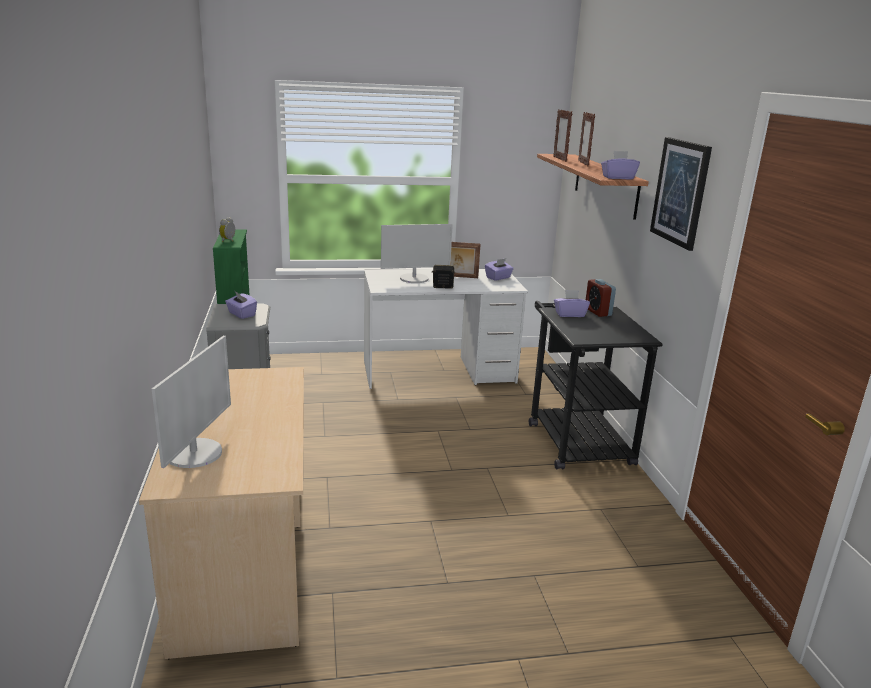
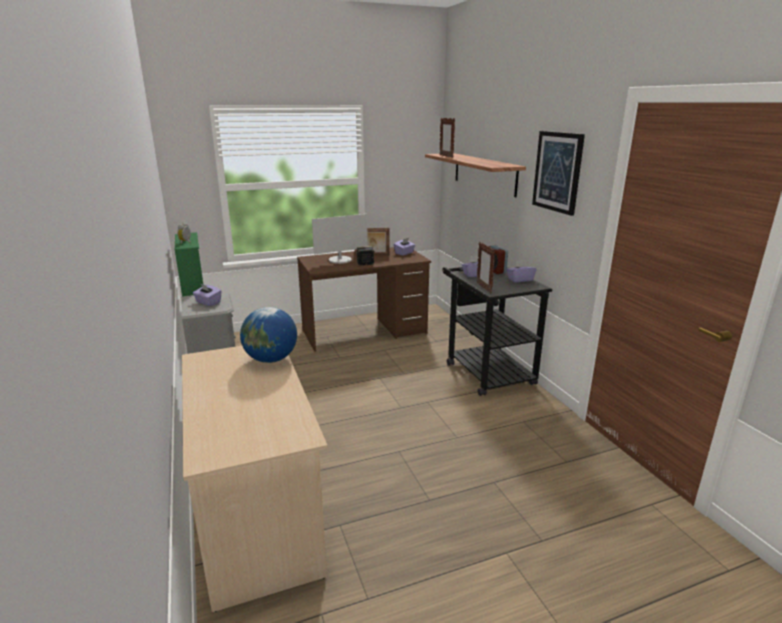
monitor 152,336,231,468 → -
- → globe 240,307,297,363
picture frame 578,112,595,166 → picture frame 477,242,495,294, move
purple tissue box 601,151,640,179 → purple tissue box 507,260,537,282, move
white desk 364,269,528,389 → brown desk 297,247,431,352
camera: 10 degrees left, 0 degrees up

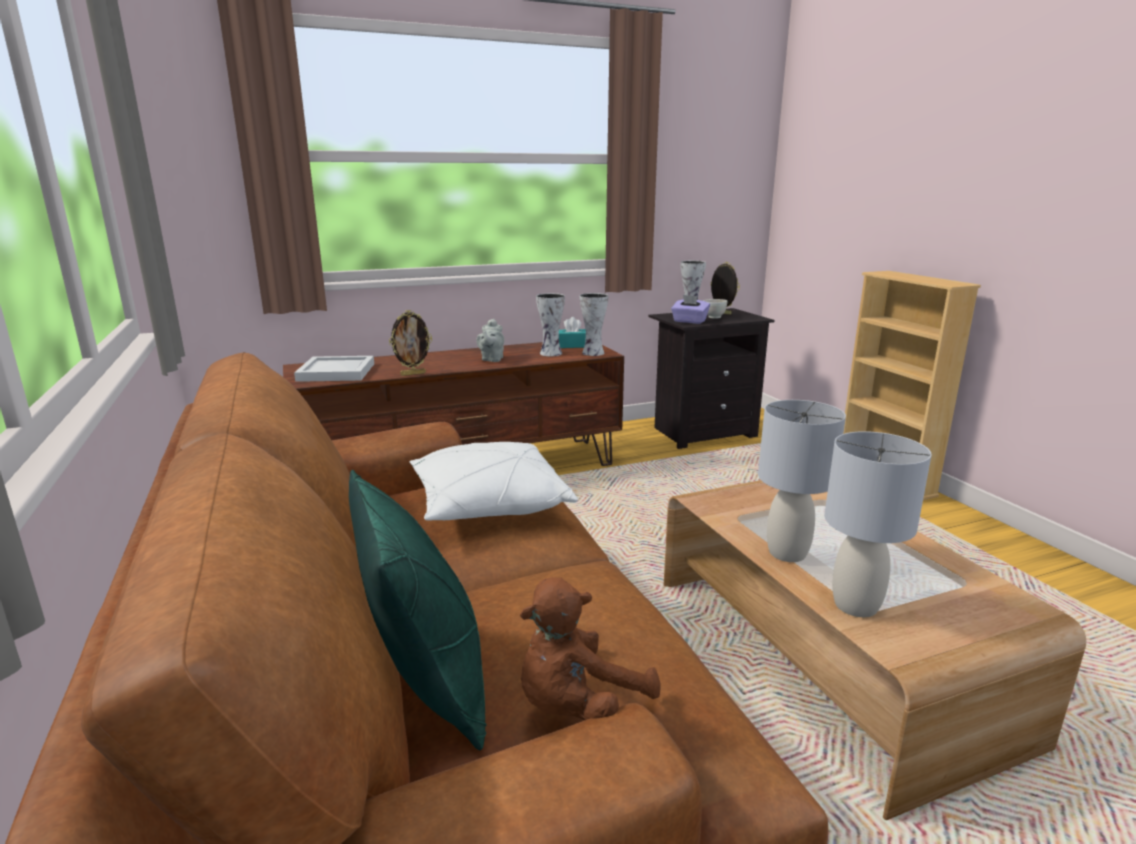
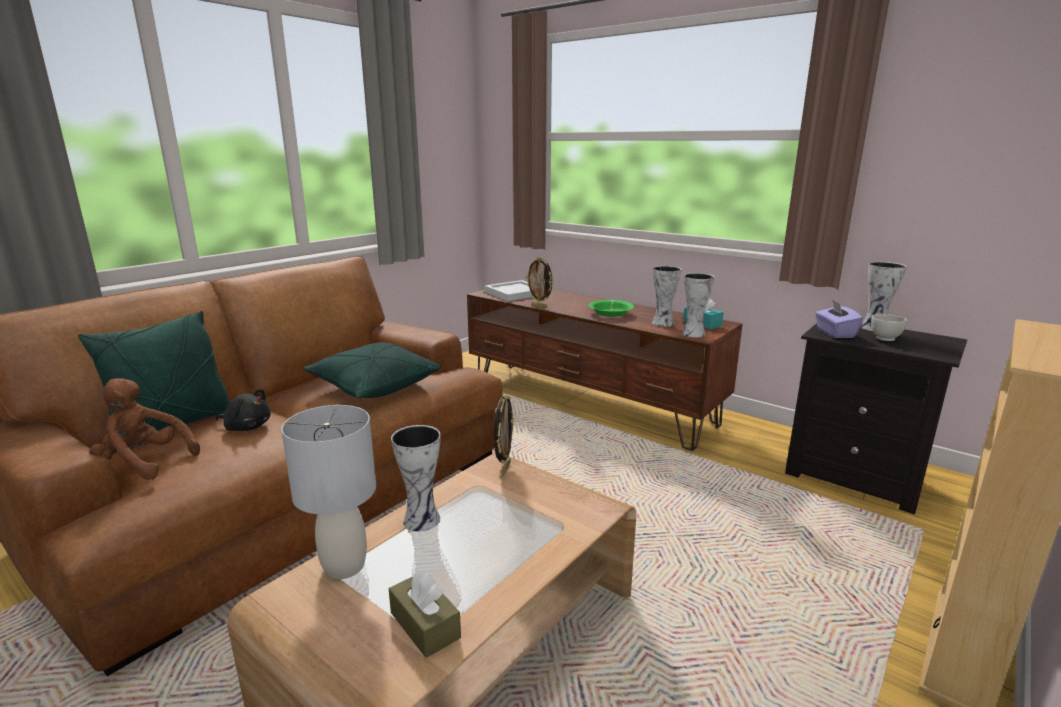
- → black plush toy 216,389,271,431
- → brown tissue box 389,570,461,658
picture frame 711,262,740,315 → picture frame 494,393,514,477, move
grey teapot 476,319,504,362 → green bowl 589,300,634,317
grey table lamp 758,400,846,562 → vase 391,425,441,532
white pillow 409,442,578,521 → green pillow 303,342,441,398
camera: 60 degrees right, 0 degrees up

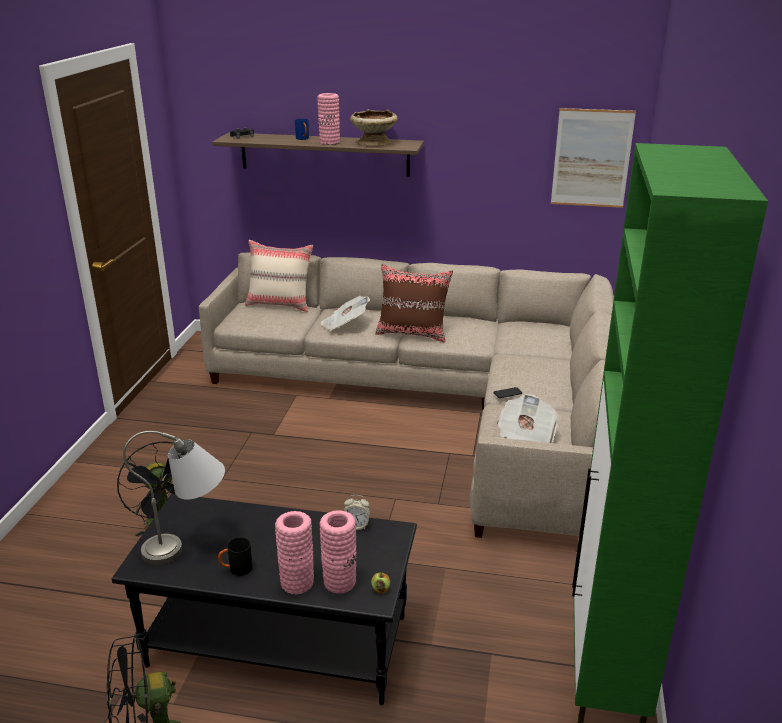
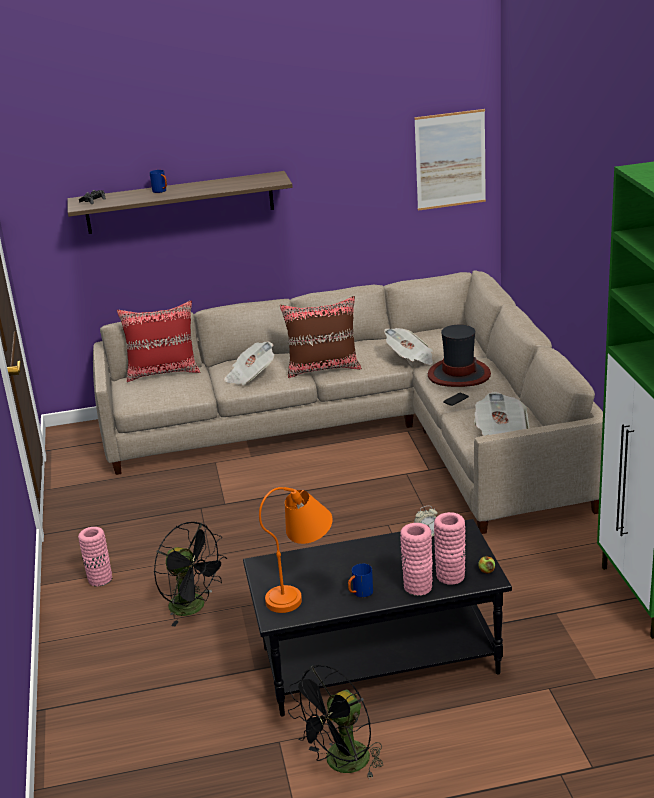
beige bowl 350,109,398,146 → -
- → newspaper 384,328,433,365
- → hat 428,325,491,387
pink vase 317,93,340,145 → pink vase 78,527,112,587, move
grey table lamp 123,431,225,565 → orange table lamp 259,487,333,613
black mug 218,537,252,576 → blue mug 348,564,373,598
beige pillow 245,240,313,312 → red pillow 117,301,200,382
camera: 20 degrees left, 0 degrees up

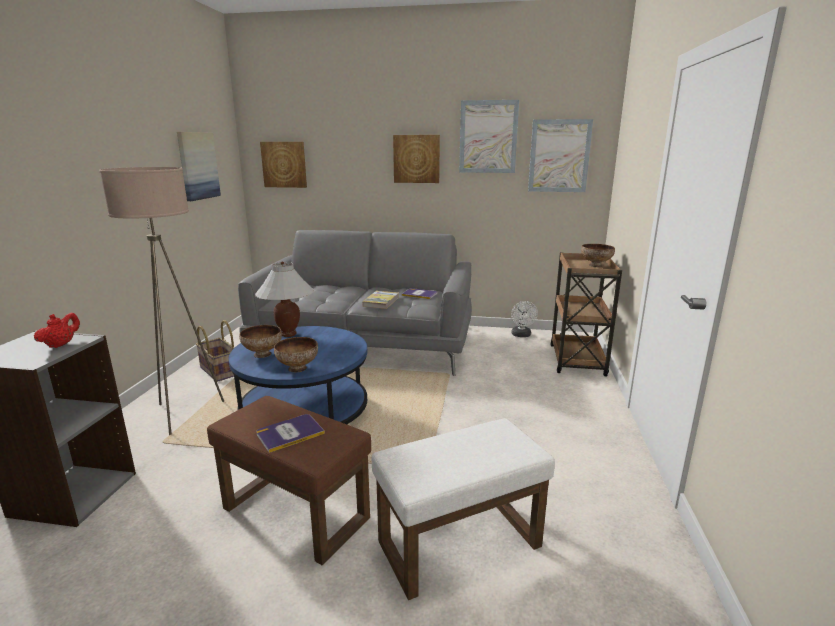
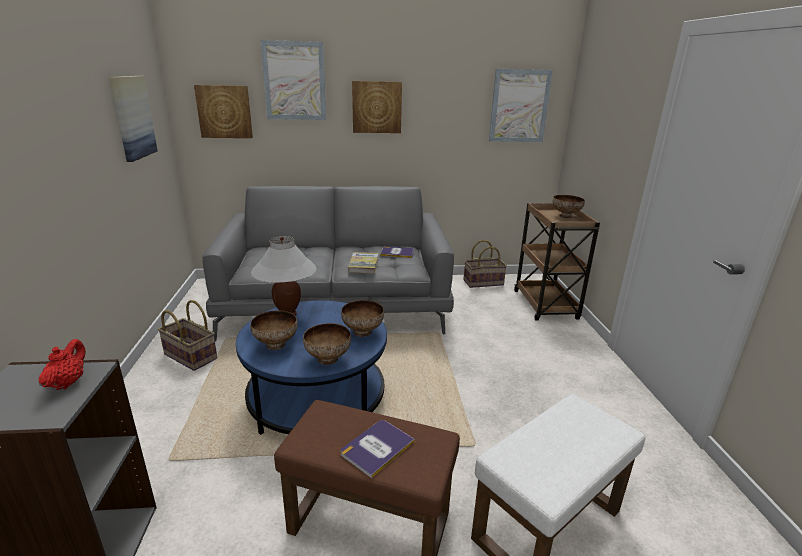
beige floor lamp 99,167,224,435 → -
- → bowl 341,300,384,337
picture 459,100,519,173 → picture 260,40,326,120, move
white fan 511,301,538,337 → basket 463,240,507,288
camera: 15 degrees left, 5 degrees up

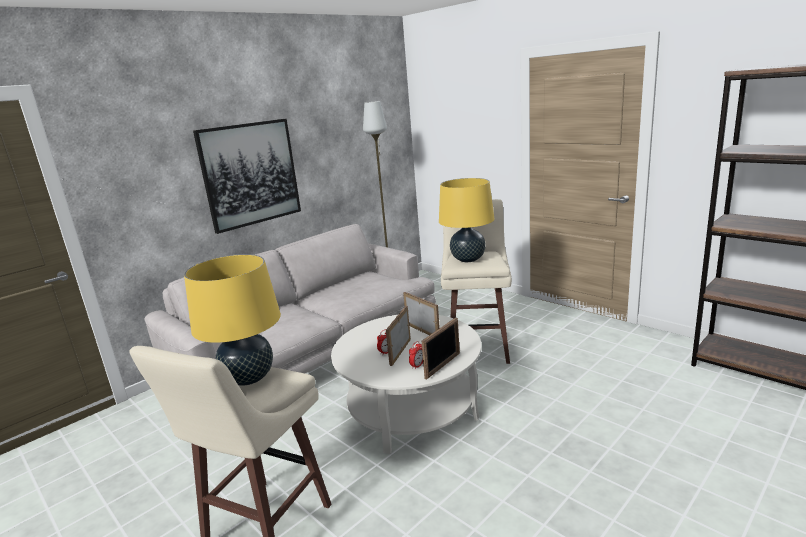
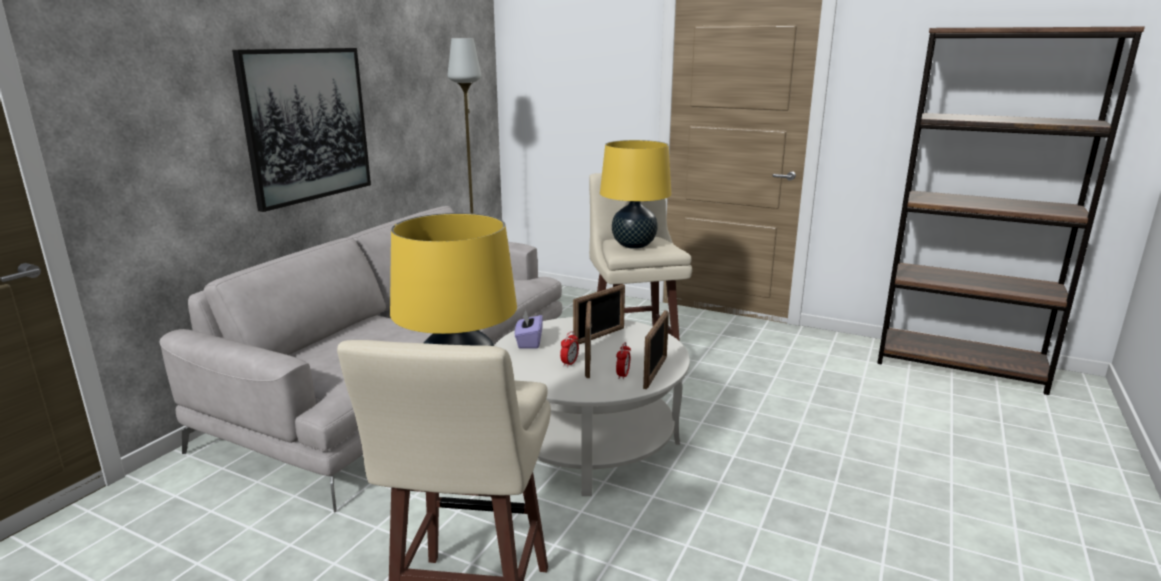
- → purple tissue box 515,310,543,349
picture frame 403,292,440,335 → picture frame 573,284,625,345, 105 degrees clockwise
camera: 20 degrees left, 0 degrees up

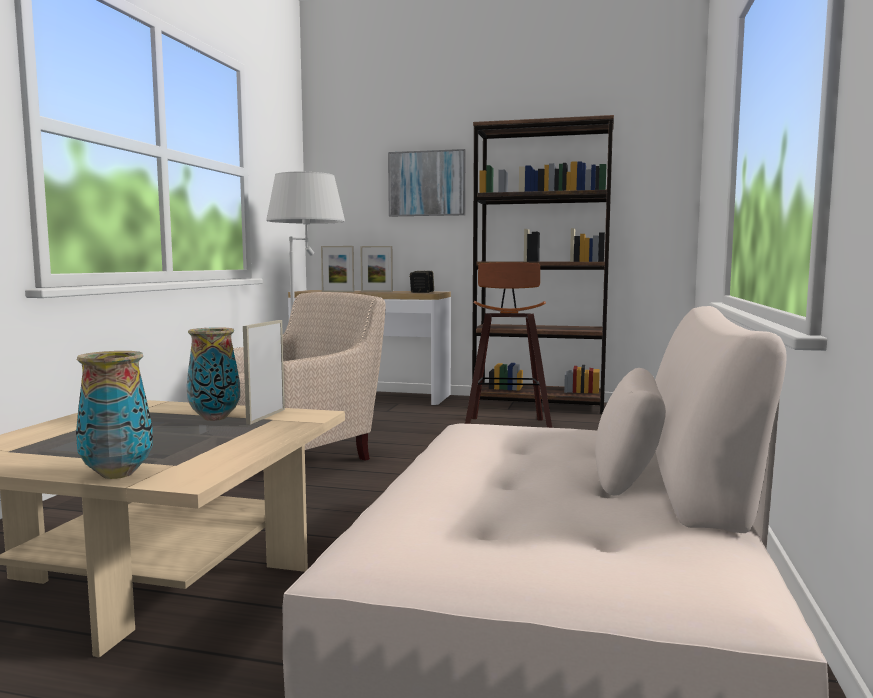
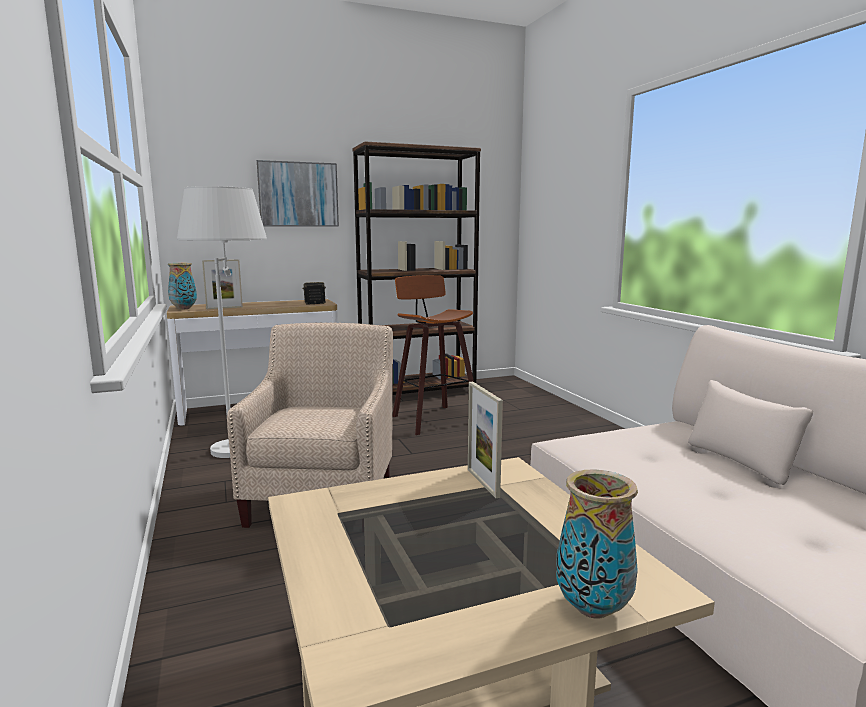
picture frame 360,246,393,292 → -
vase 186,327,240,421 → vase 168,263,197,310, move
camera: 35 degrees left, 5 degrees up

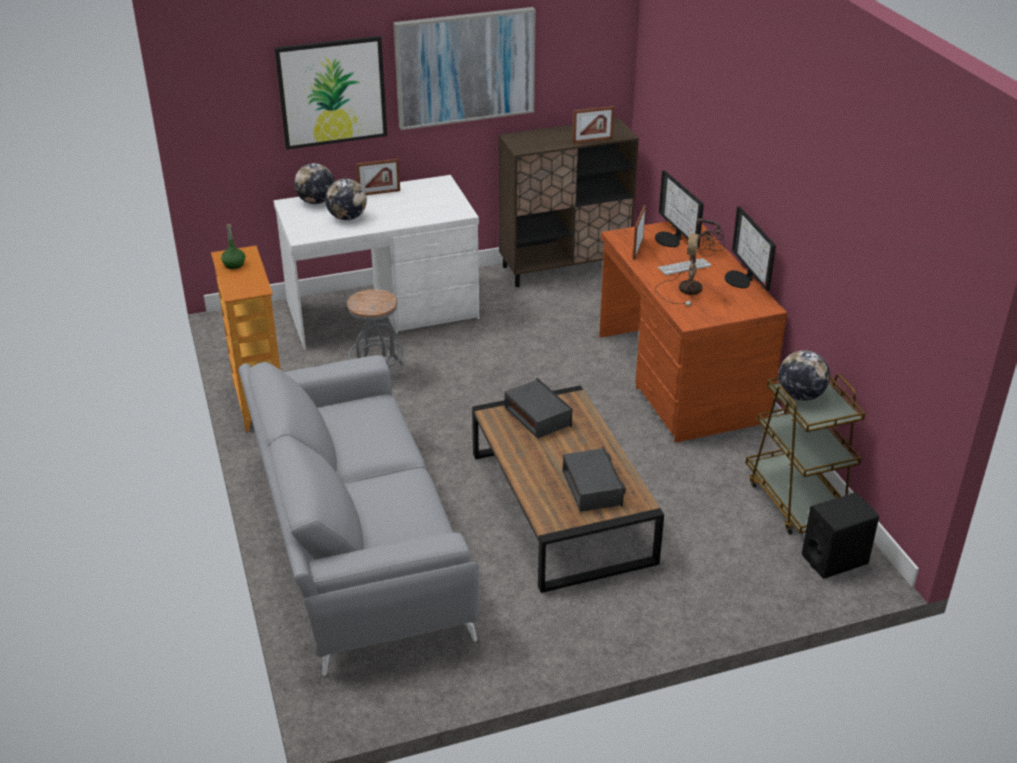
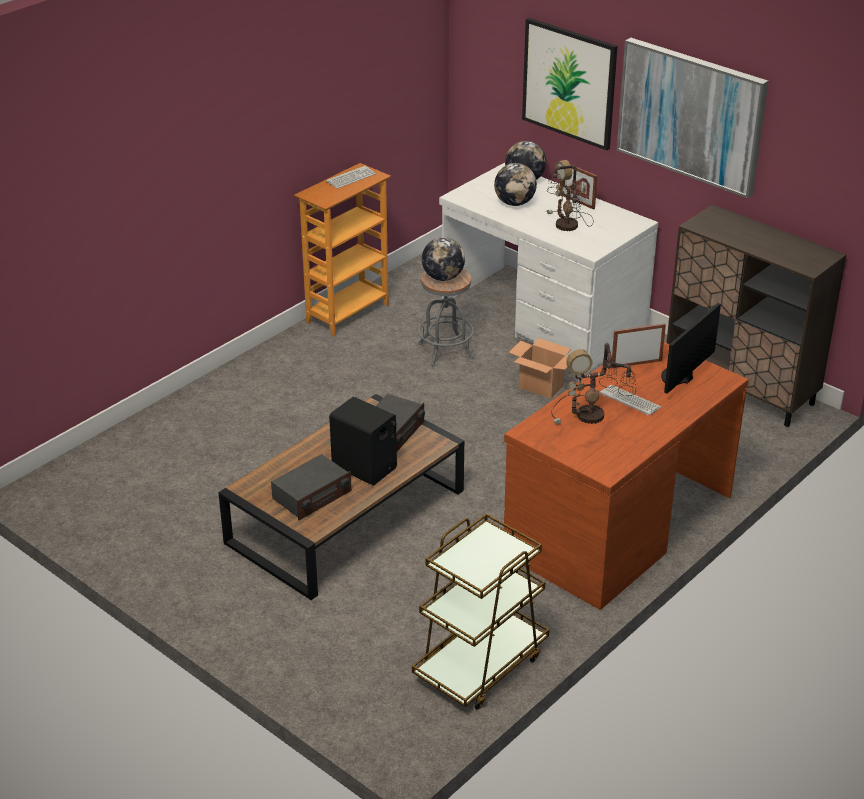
grey sofa 238,355,480,676 → -
picture frame 573,106,614,143 → -
monitor 725,206,776,291 → -
- → cardboard box 509,338,571,398
- → table lamp 546,160,594,231
globe 779,350,830,401 → globe 422,237,465,281, move
black speaker 802,492,879,579 → black speaker 329,397,397,486, move
green bottle 221,224,245,269 → keyboard 326,166,376,189
camera: 60 degrees right, 0 degrees up

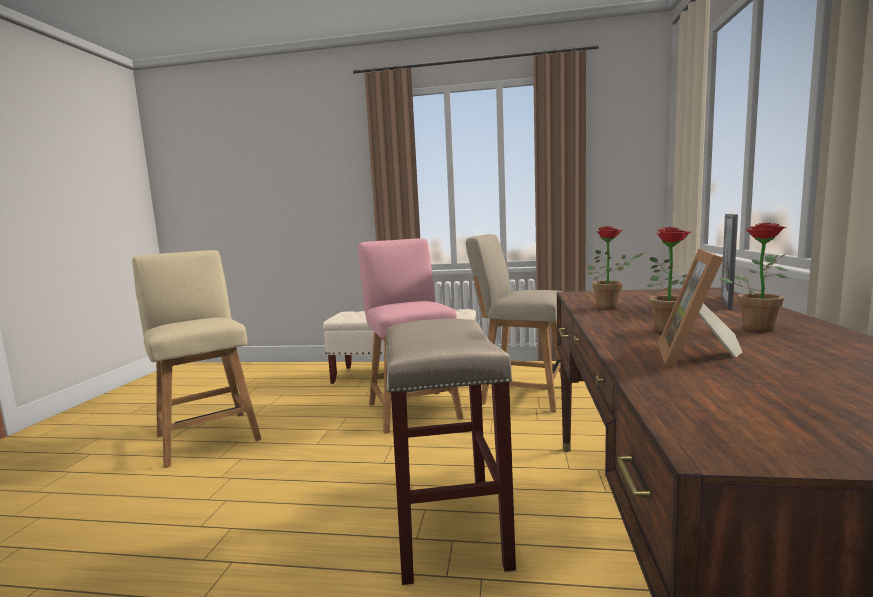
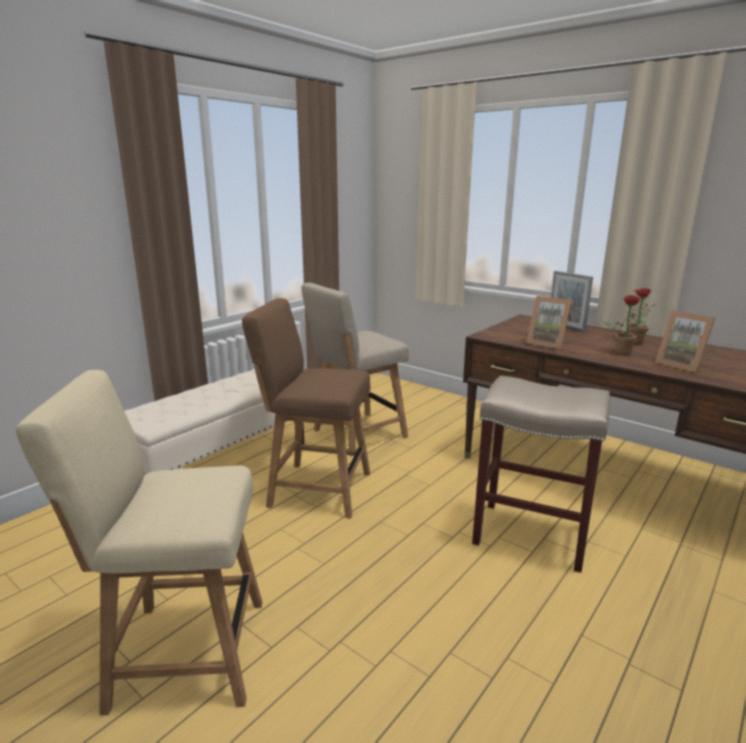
potted plant 588,226,644,309 → picture frame 526,296,572,349
pink chair 358,238,463,434 → brown chair 242,298,370,518
camera: 60 degrees left, 10 degrees up

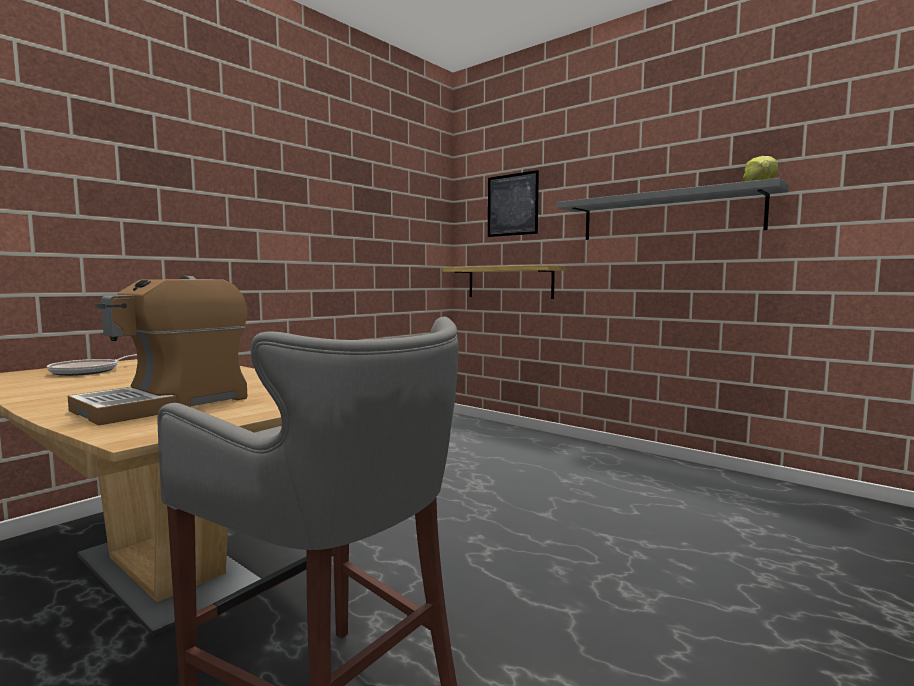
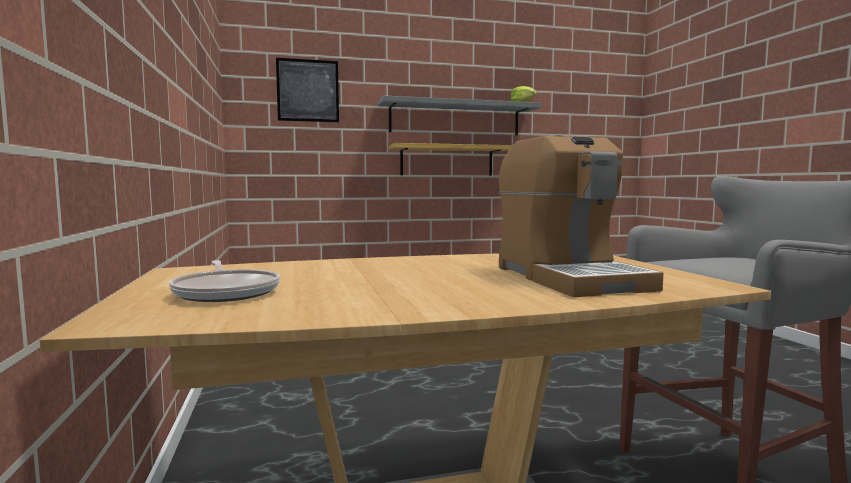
shelf 442,265,566,299 → shelf 389,143,513,176, move
camera: 55 degrees left, 0 degrees up

